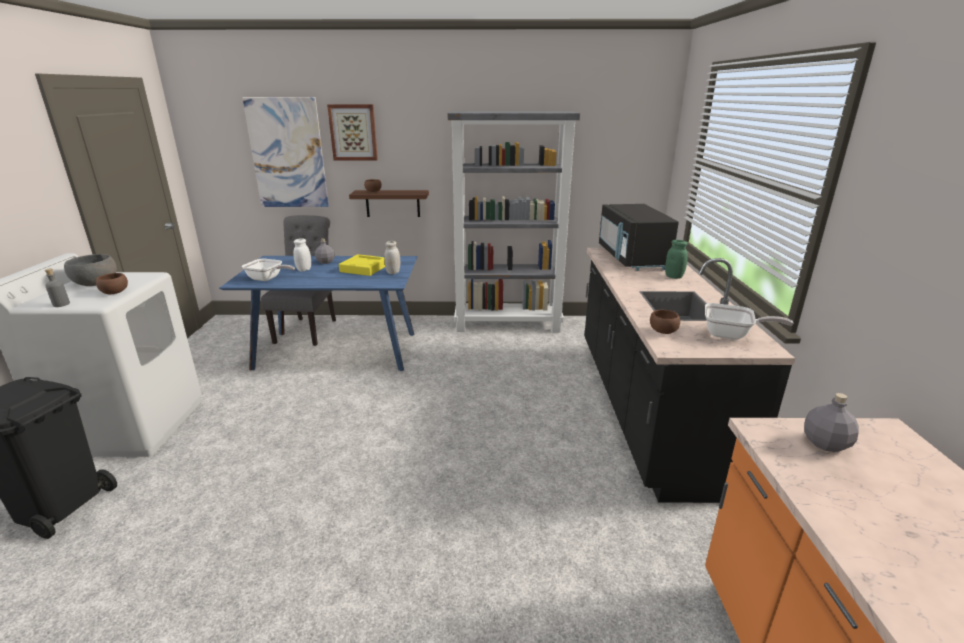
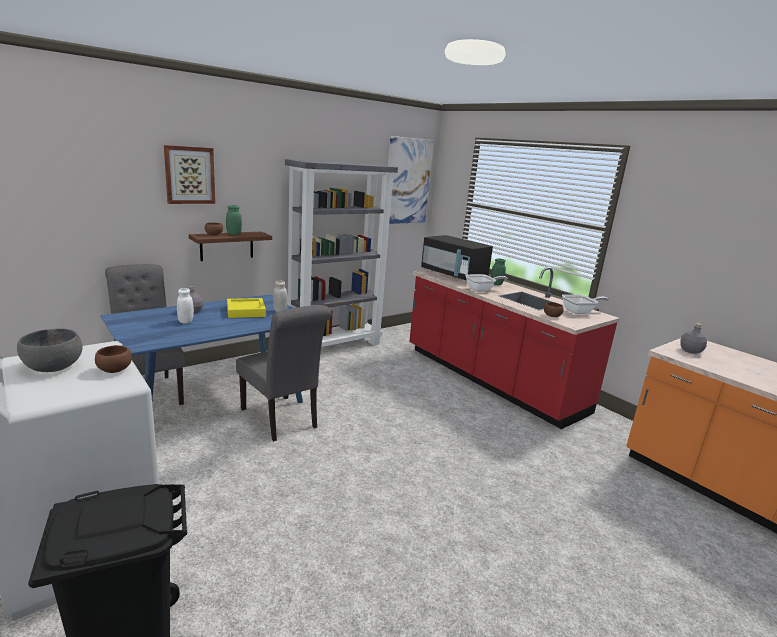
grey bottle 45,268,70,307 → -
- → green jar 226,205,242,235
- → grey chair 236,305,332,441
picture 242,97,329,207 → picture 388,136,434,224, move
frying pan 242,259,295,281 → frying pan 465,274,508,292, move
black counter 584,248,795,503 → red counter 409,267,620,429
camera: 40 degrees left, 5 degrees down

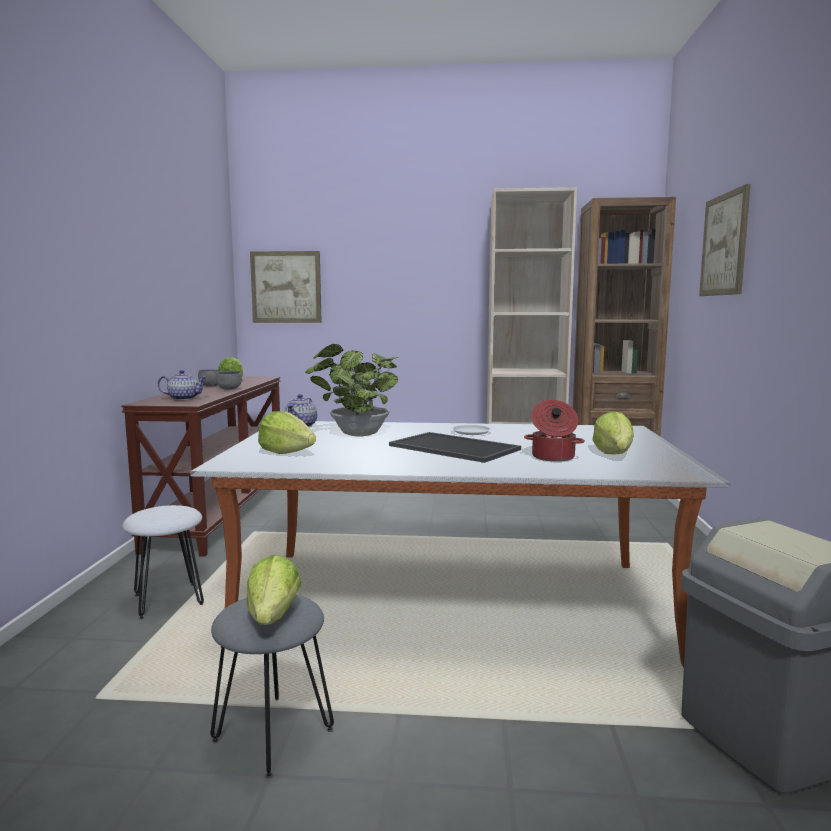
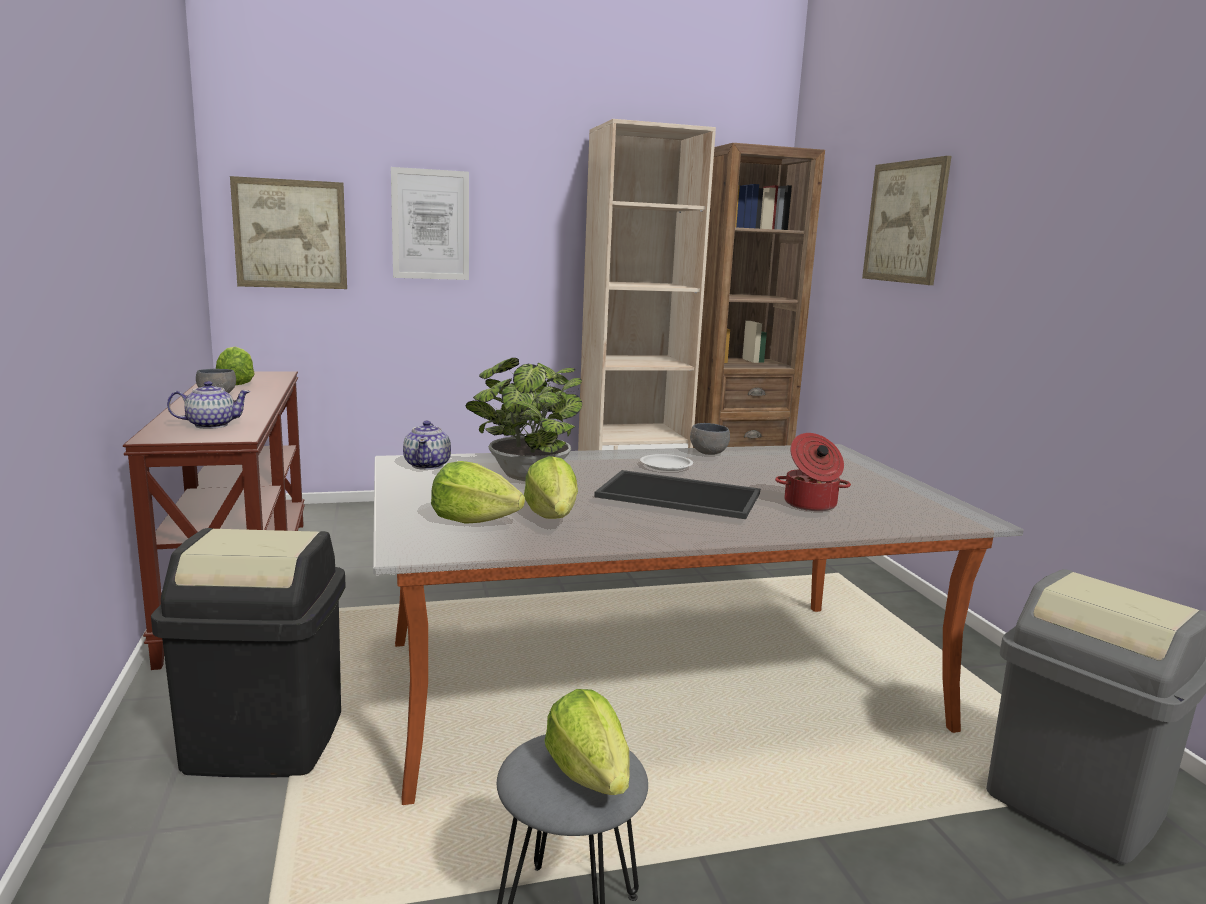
- → picture 391,167,469,280
grey bowl 216,371,242,390 → grey bowl 690,423,730,455, move
lettuce 592,411,634,454 → lettuce 524,456,578,519, move
white stool 122,505,204,619 → black trash can 151,528,346,778
camera: 20 degrees left, 5 degrees up

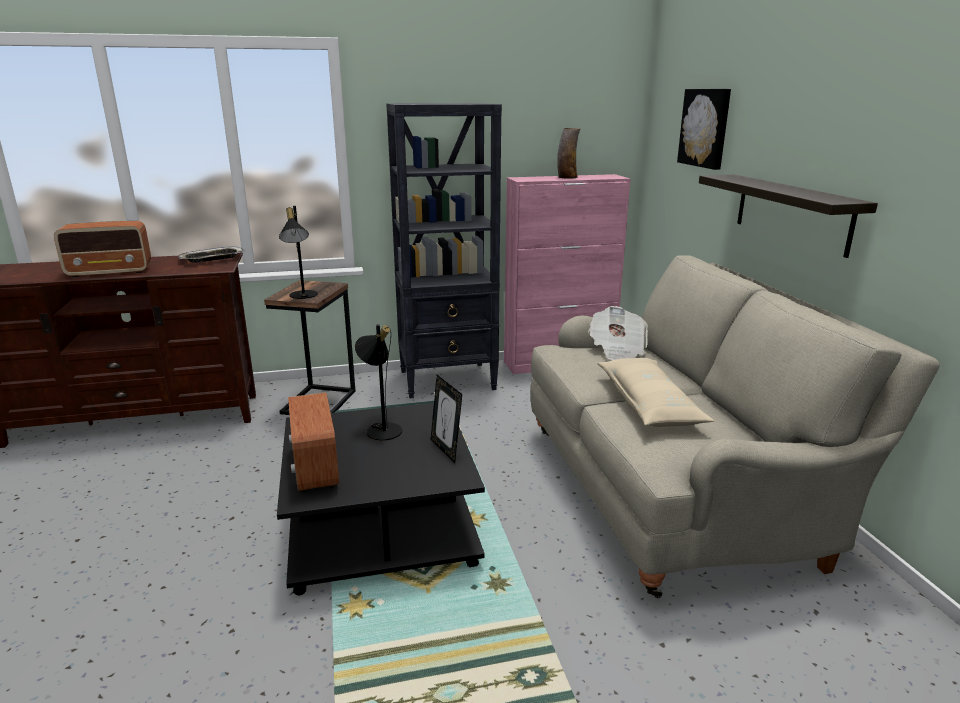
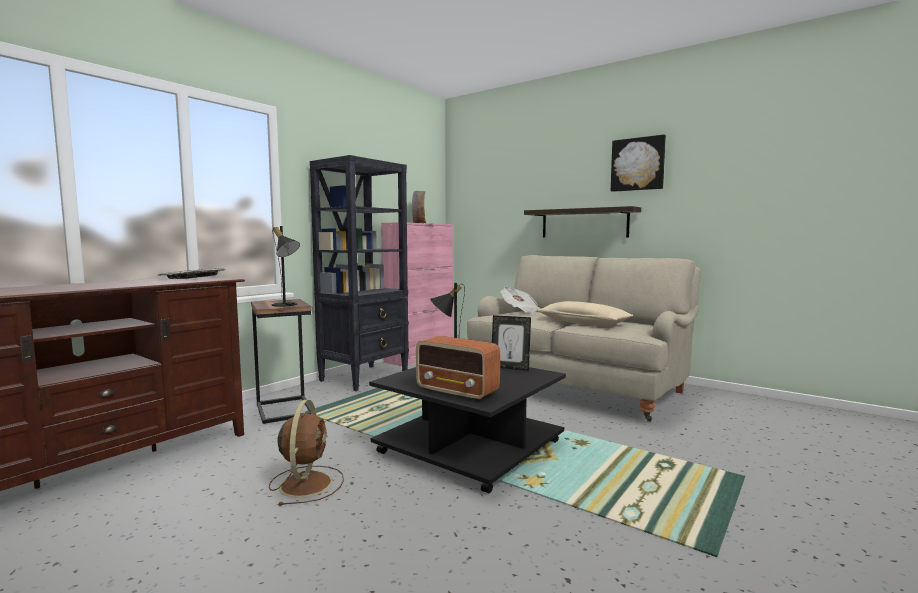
radio 54,221,151,278 → -
- → brown fan 269,400,344,506
picture 677,89,731,170 → picture 611,135,666,192, move
camera: 40 degrees left, 15 degrees down

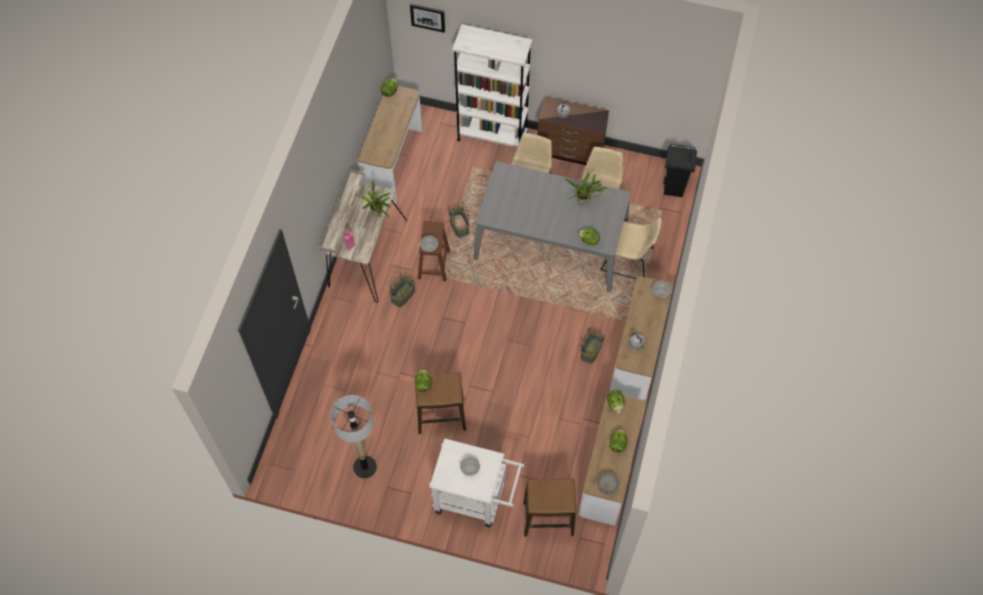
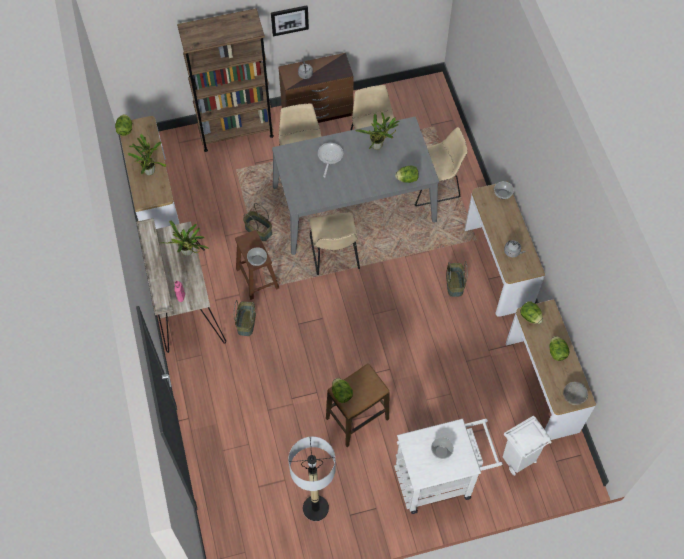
black trash can 663,144,697,197 → -
- → potted plant 128,134,166,175
- → beige chair 310,212,360,275
- → frying pan 318,143,343,177
picture 410,4,445,33 → picture 271,5,309,36, move
stool 523,479,576,537 → white trash can 503,416,551,476
white bookcase 452,24,533,147 → brown bookcase 177,8,274,152
camera: 30 degrees left, 0 degrees up

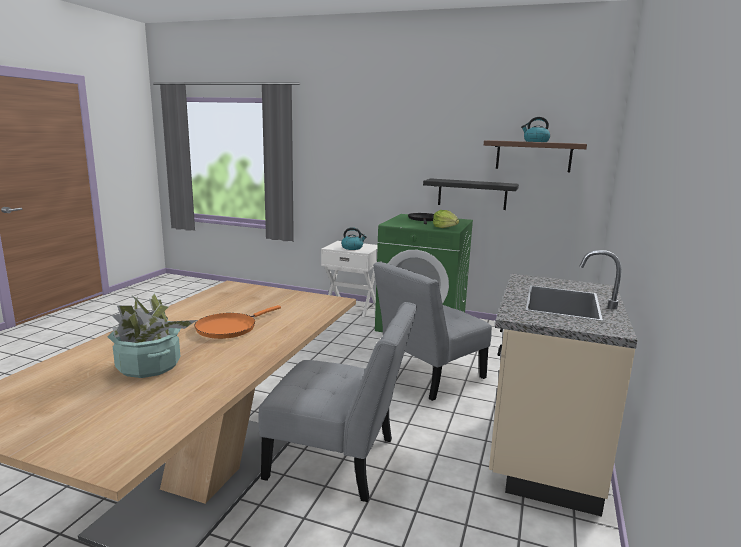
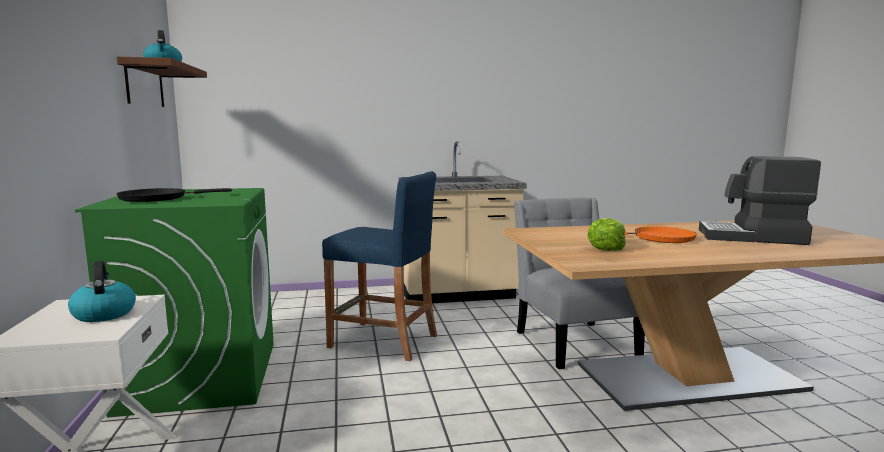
black shelf 423,178,519,210 → -
lettuce 433,210,459,228 → lettuce 587,218,626,251, move
potted plant 105,293,197,378 → coffee machine 699,156,821,245
grey chair 373,261,492,401 → blue stool 322,171,437,362
camera: 120 degrees left, 5 degrees down

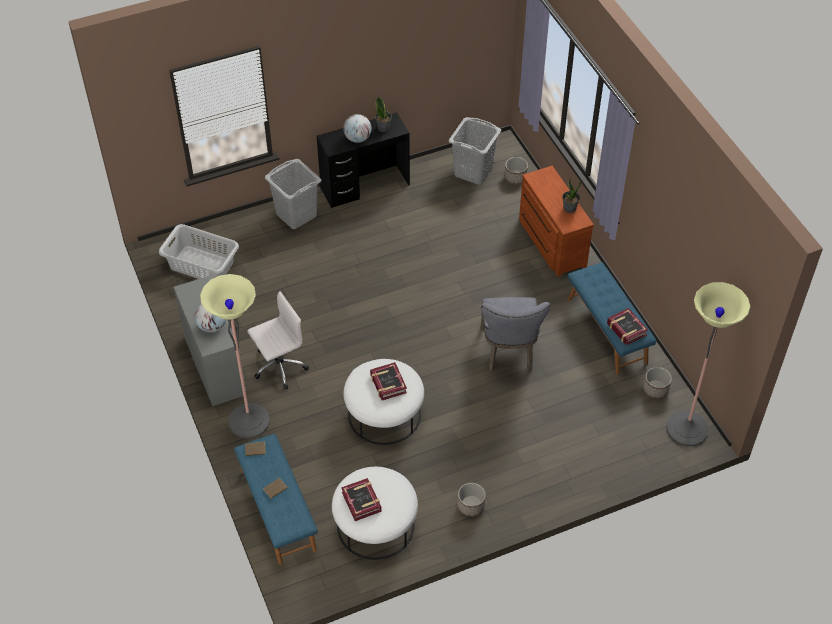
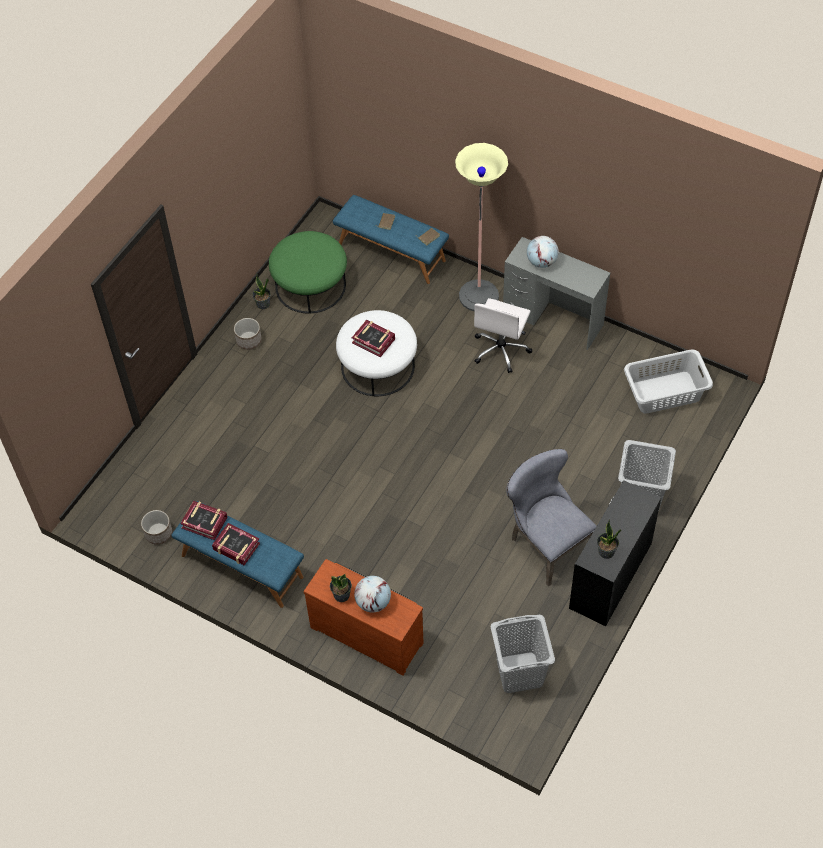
planter 505,157,528,184 → -
floor lamp 666,282,750,446 → -
- → potted plant 252,274,271,309
book 341,478,382,521 → book 212,523,260,565, move
globe 343,114,371,143 → globe 354,576,391,613, move
grey chair 481,297,550,372 → grey chair 506,449,597,586, move
white ottoman 332,467,418,560 → green ottoman 269,231,347,314
camera: 145 degrees right, 5 degrees up

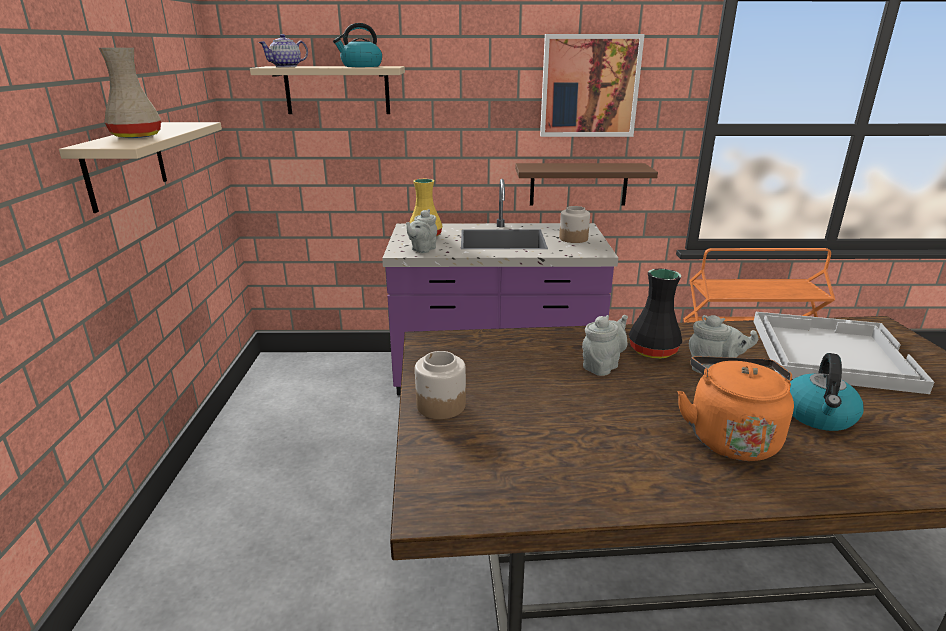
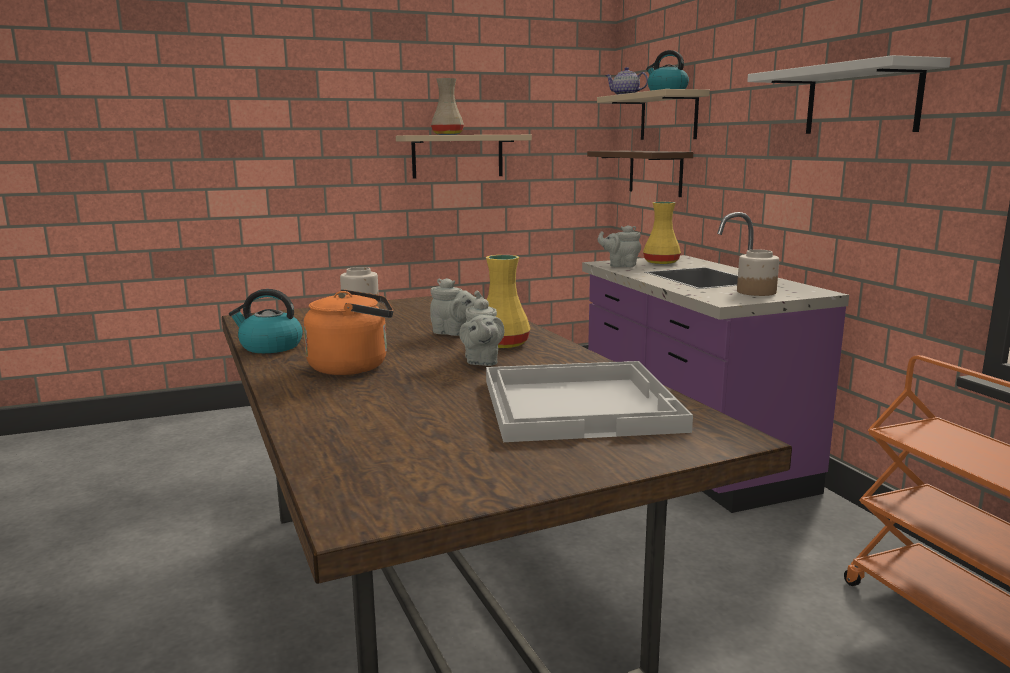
brown shelf 515,163,658,206 → brown shelf 587,151,693,197, move
kettle 790,353,864,431 → kettle 229,289,303,353, move
picture 540,34,645,137 → white shelf 747,55,951,134
black vase 629,269,682,359 → yellow vase 486,255,530,348
camera: 70 degrees right, 10 degrees down

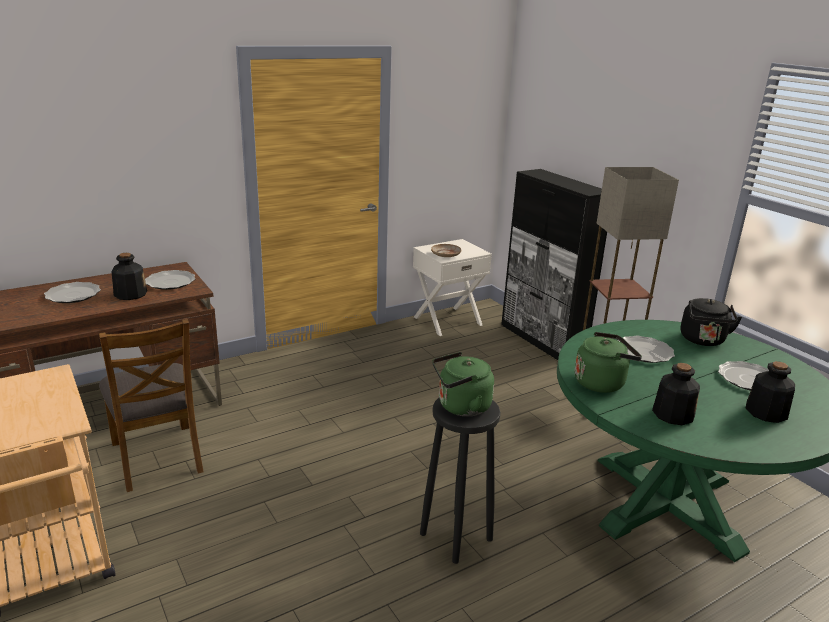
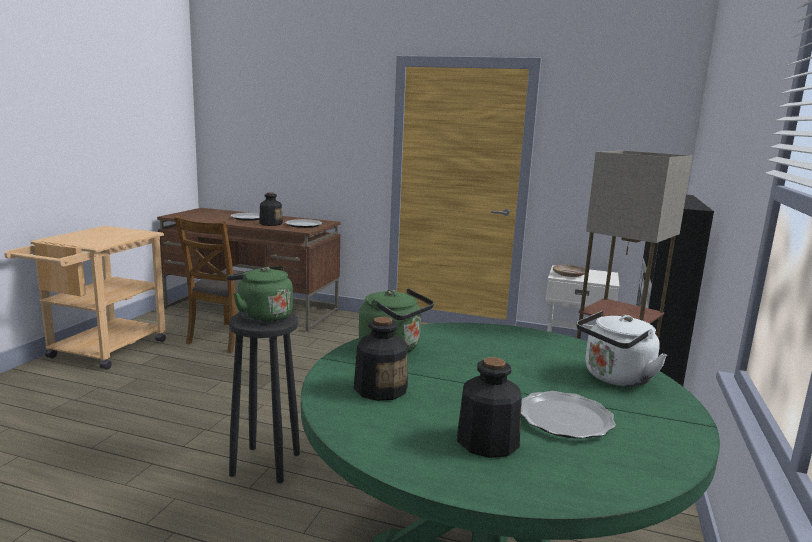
plate 618,336,675,363 → -
black kettle 681,298,742,346 → white kettle 576,311,667,387
camera: 50 degrees right, 10 degrees down

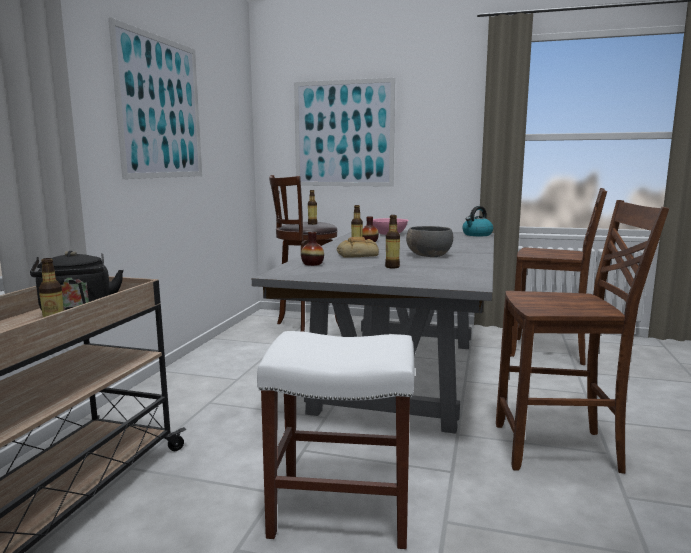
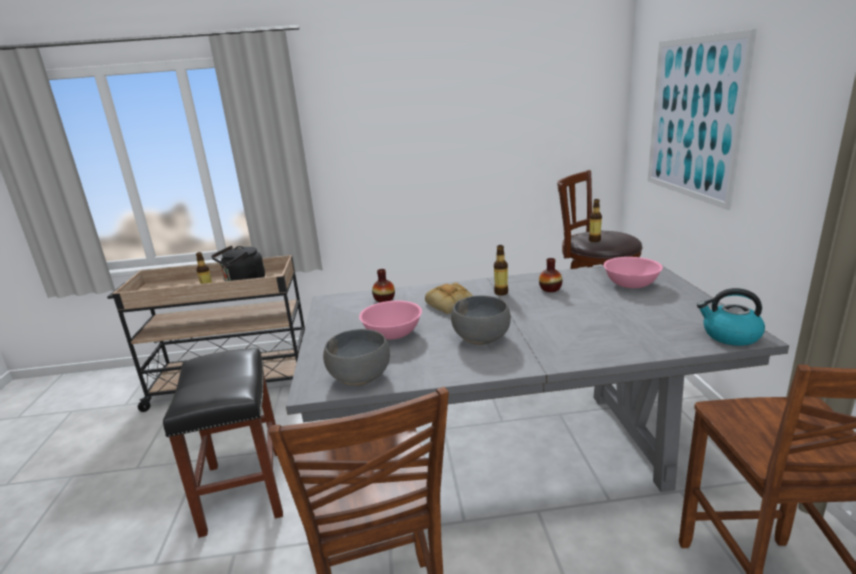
picture 108,17,202,179 → -
- → grey bowl 323,329,390,386
bottle 385,215,400,268 → pink bowl 359,301,422,340
white stool 257,331,414,549 → black stool 163,348,283,538
camera: 70 degrees right, 10 degrees up

